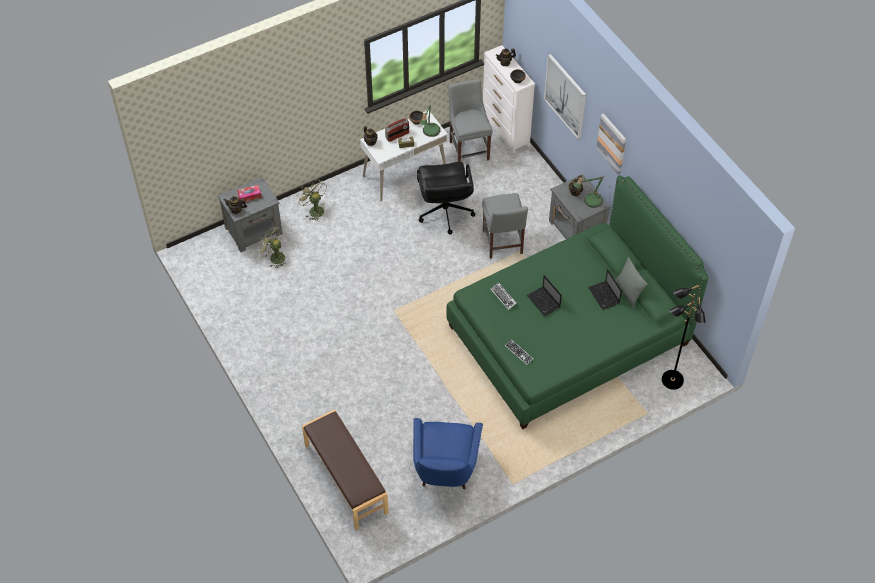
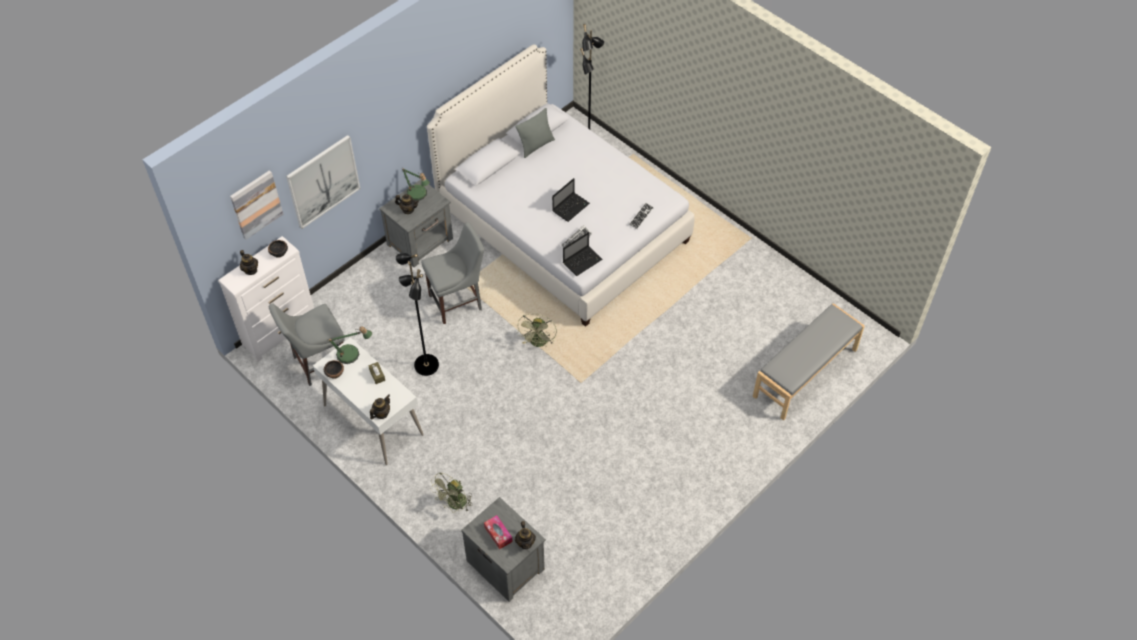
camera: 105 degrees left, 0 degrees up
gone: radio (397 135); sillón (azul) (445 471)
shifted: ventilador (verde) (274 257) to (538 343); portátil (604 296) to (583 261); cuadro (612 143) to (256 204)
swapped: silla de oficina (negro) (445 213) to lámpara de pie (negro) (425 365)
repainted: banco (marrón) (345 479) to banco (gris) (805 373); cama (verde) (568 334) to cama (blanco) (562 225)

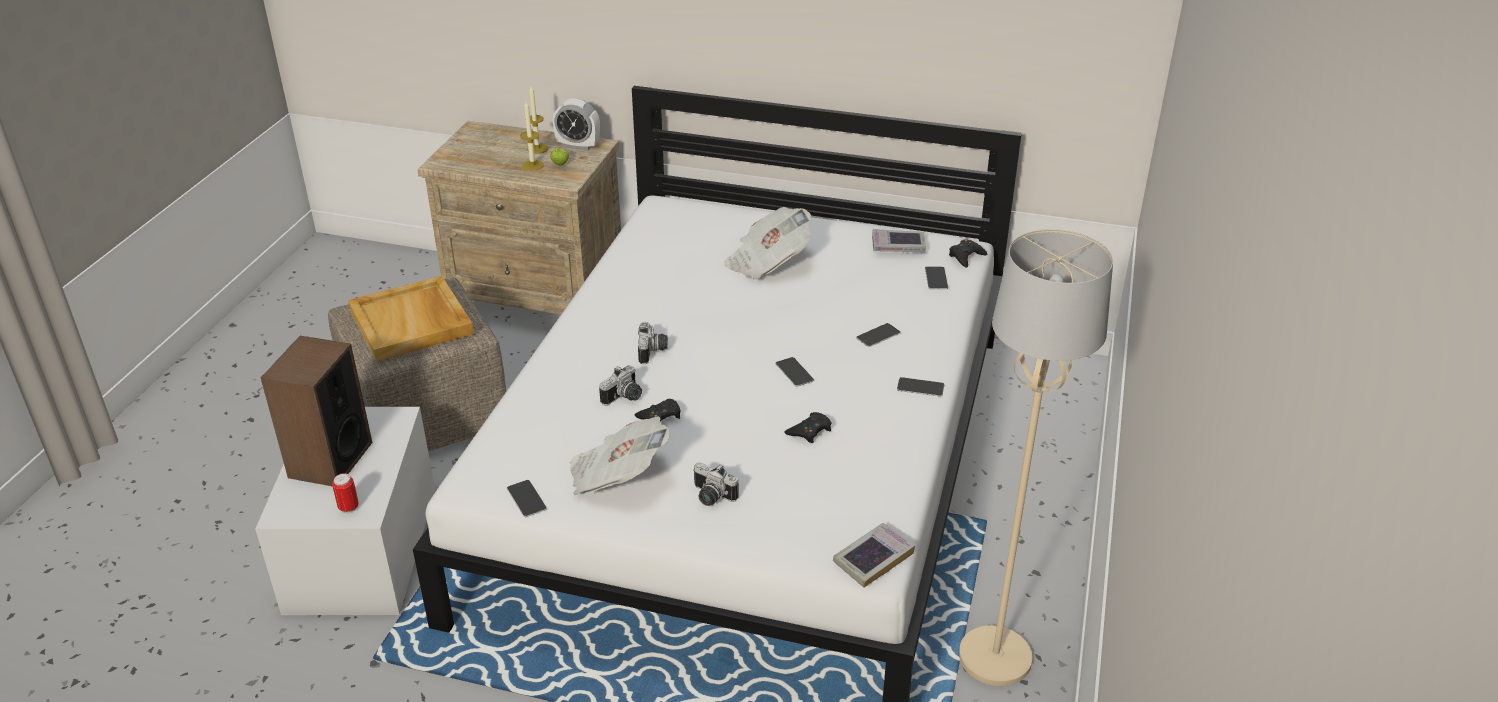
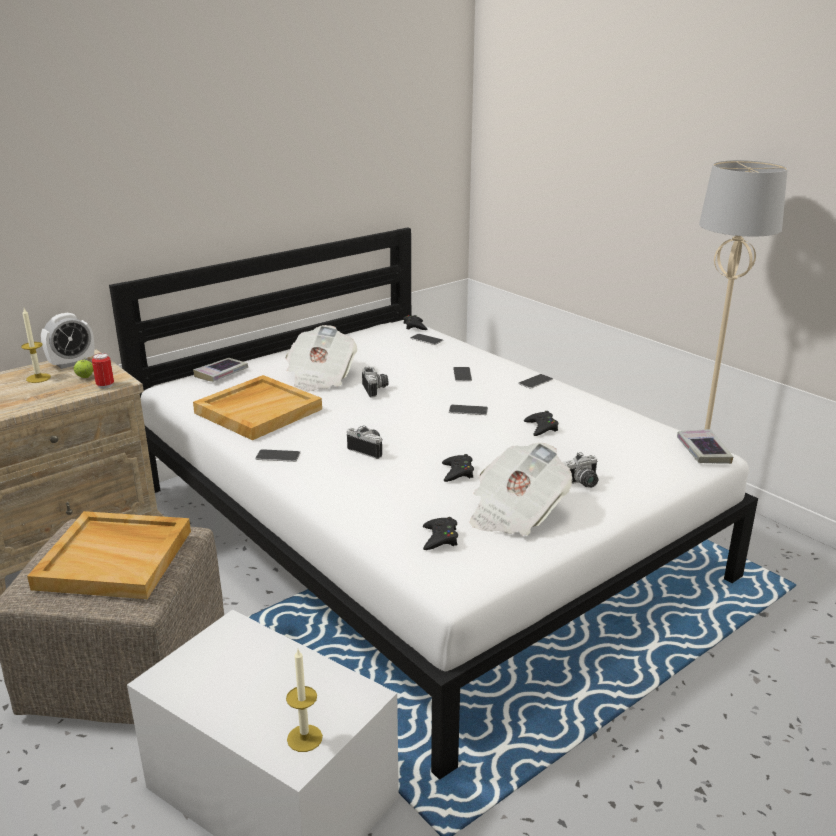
camera: 55 degrees left, 10 degrees down
gone: altavoz (330 460)
new: bandeja (beis) (258 410); mando de consola (negro) (440 538)
shifted: lata (348 508) to (105 386); móvil (526 498) to (278 456); vela (532 165) to (304 738); cámara (624 397) to (376 389); libro (898 246) to (221 373)

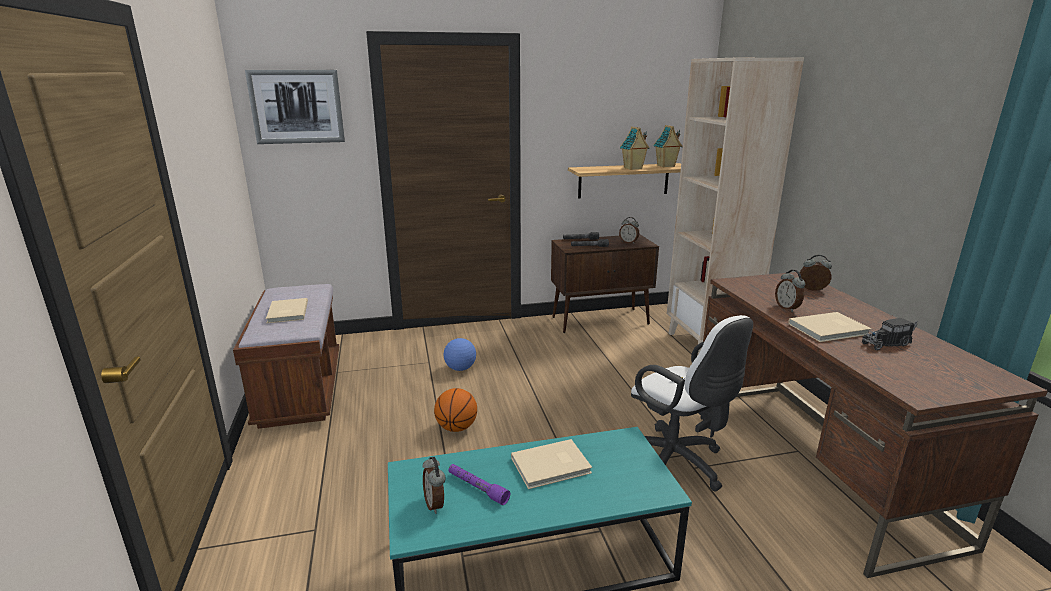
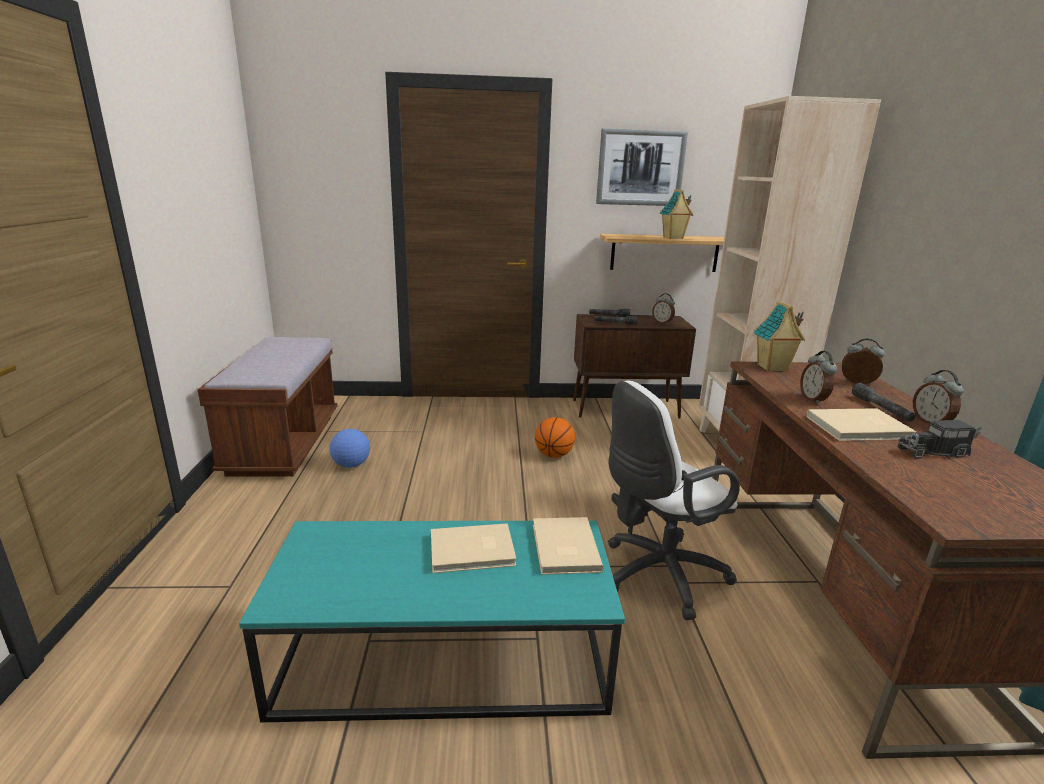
camera: 10 degrees right, 0 degrees up
gone: linterna (morado) (477 488)
new: linterna (gris) (881 409)
shifted: cuadro (297 107) to (640 168); libro (beis) (286 312) to (563 548); despertador (435 504) to (931 422); balón de baloncesto (456 427) to (554 455); balón de fútbol (460 368) to (351 465); casita (666 166) to (772 368)
rotated: silla de oficina (blanco) (676 465) = (656 576) 90 degrees clockwise

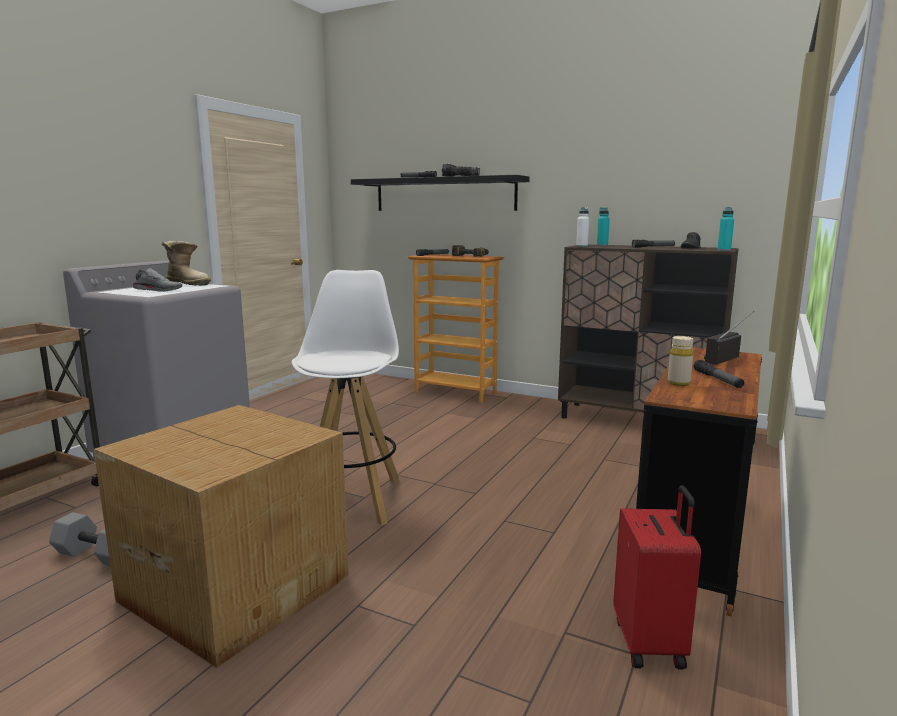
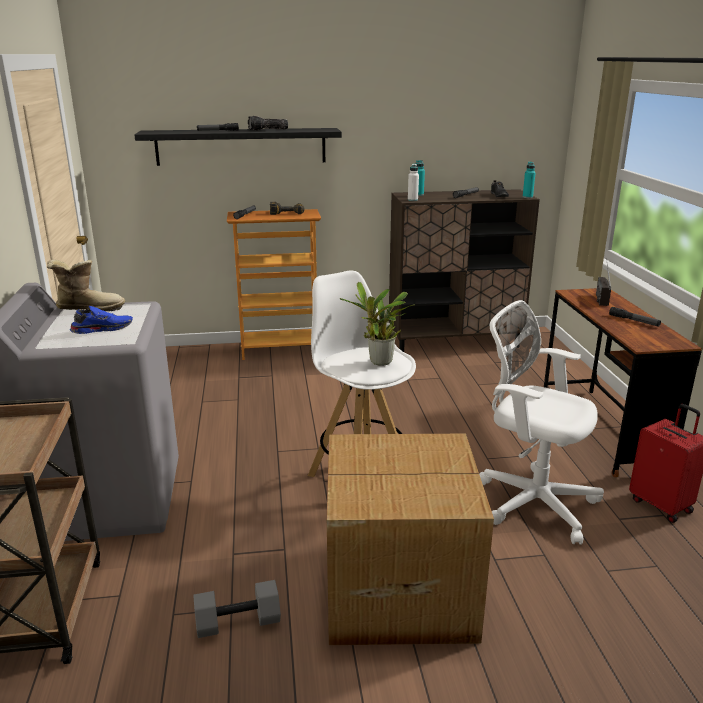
camera: 35 degrees left, 10 degrees up
gone: botella (beis) (678 383)
new: planta en maceta (379 363); silla de oficina (blanco) (531 501)
repainted: zapato (gris) (159 290) to zapato (azul) (102 329)

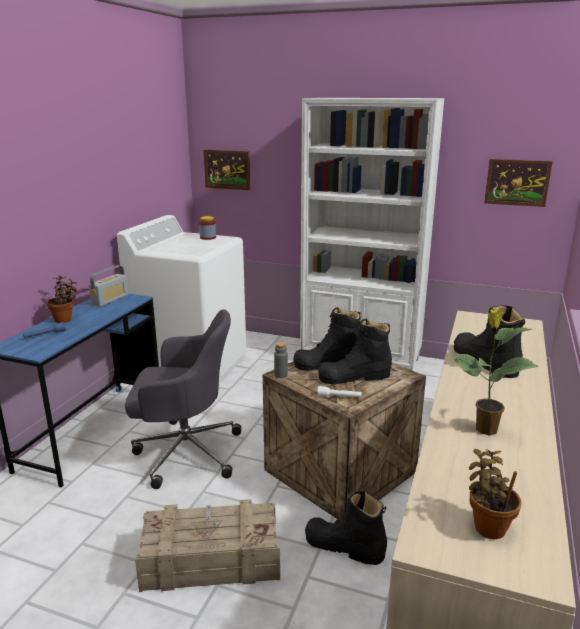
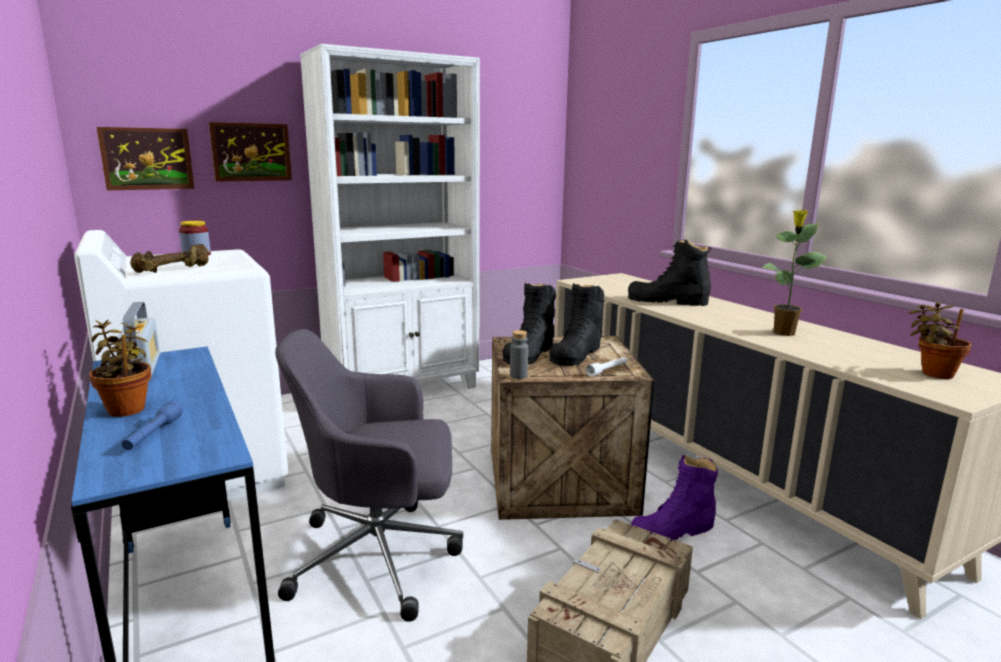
camera: 50 degrees left, 5 degrees down
new: mancuerna (marrón) (173 270)
shifted: cuadro (517 182) to (251 152)
repainted: bota (negro) (344 546) to bota (morado) (673 531)
rotated: silla de oficina (gris) (185 452) = (380 556) 135 degrees counterclockwise

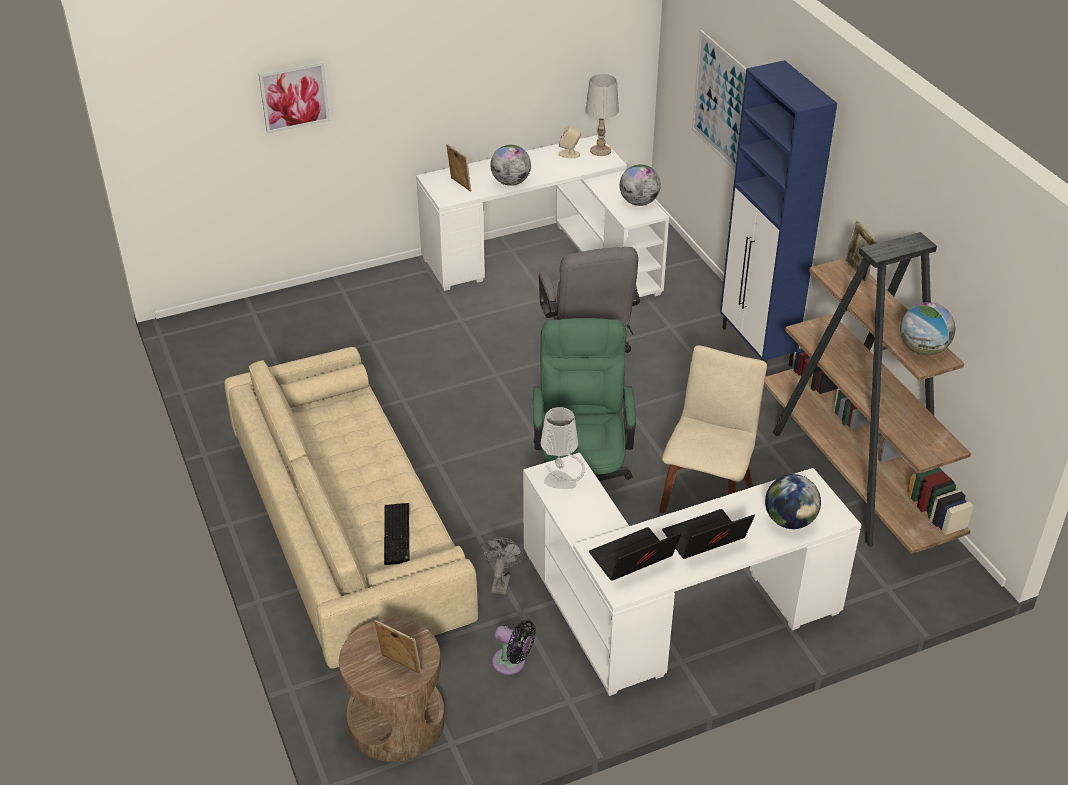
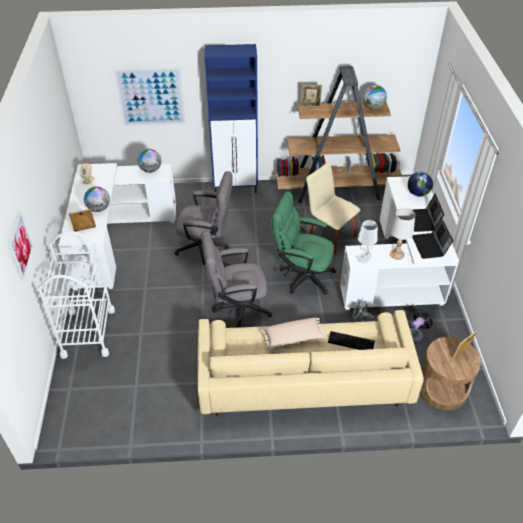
camera: 70 degrees left, 5 degrees up
new: carrito (blanco) (88 333); silla de oficina (gris) (236 308); cojín (beis) (293 338)
shifted: lámpara de mesa (blanco) (600 150) to (397 254)

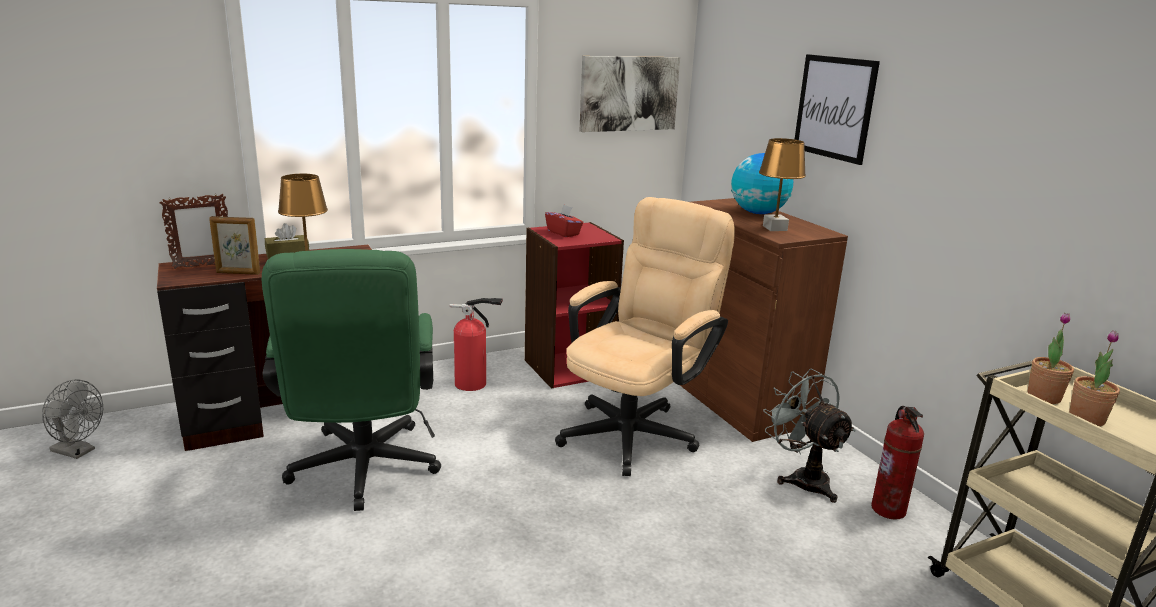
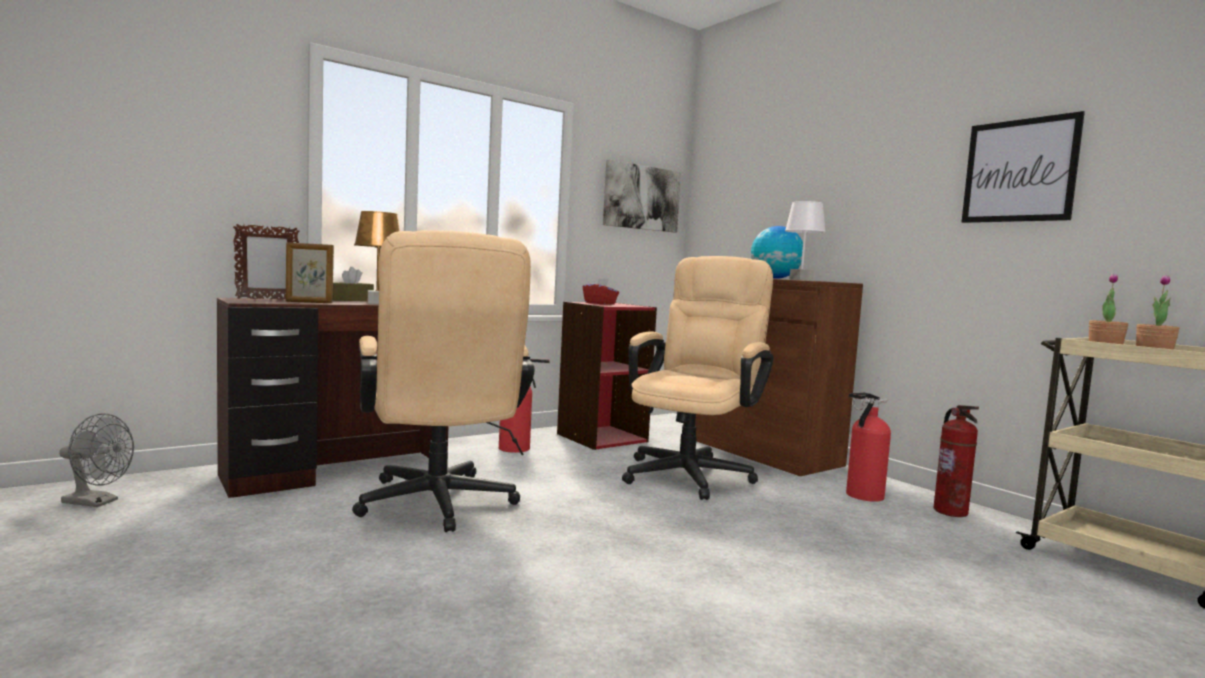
camera: 10 degrees left, 15 degrees down
shifted: cuadro (834 107) to (1019 171)
swapped: ventilador (gris) (803 478) to extintor (862 496)
repainted: silla de oficina (verde) (363 473) to silla de oficina (beis) (438 507); lámpara de mesa (marrón) (775 228) to lámpara de mesa (blanco) (801 279)

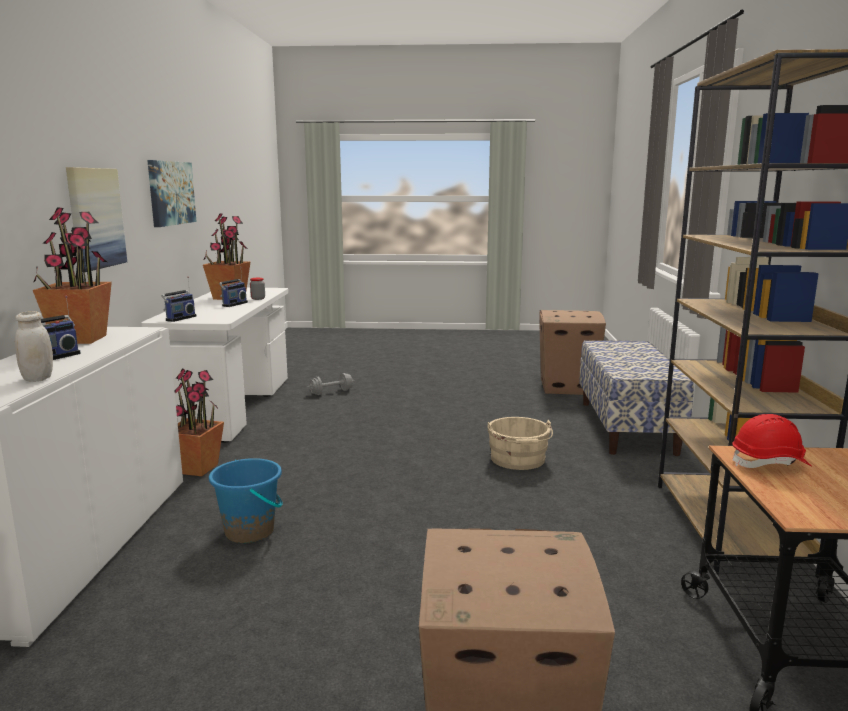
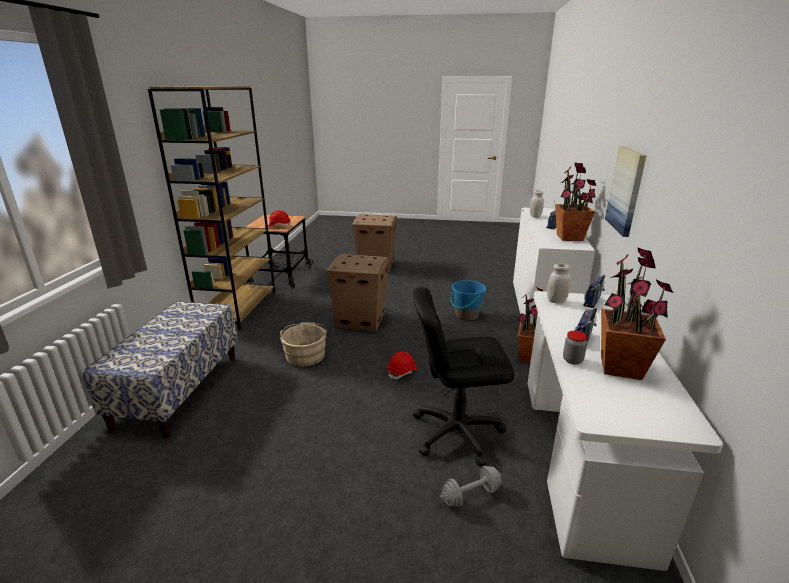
camera: 175 degrees left, 10 degrees up
gone: cuadro (171 193)
new: casco (rojo) (402 372); silla de oficina (negro) (456 432); tarro (blanco) (556 301)
shifted: caja de cartón (566 387) to (361 320)

